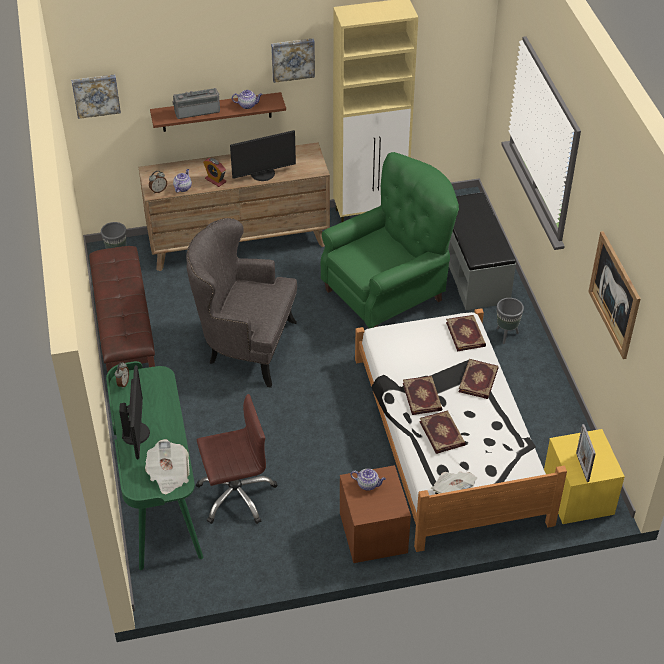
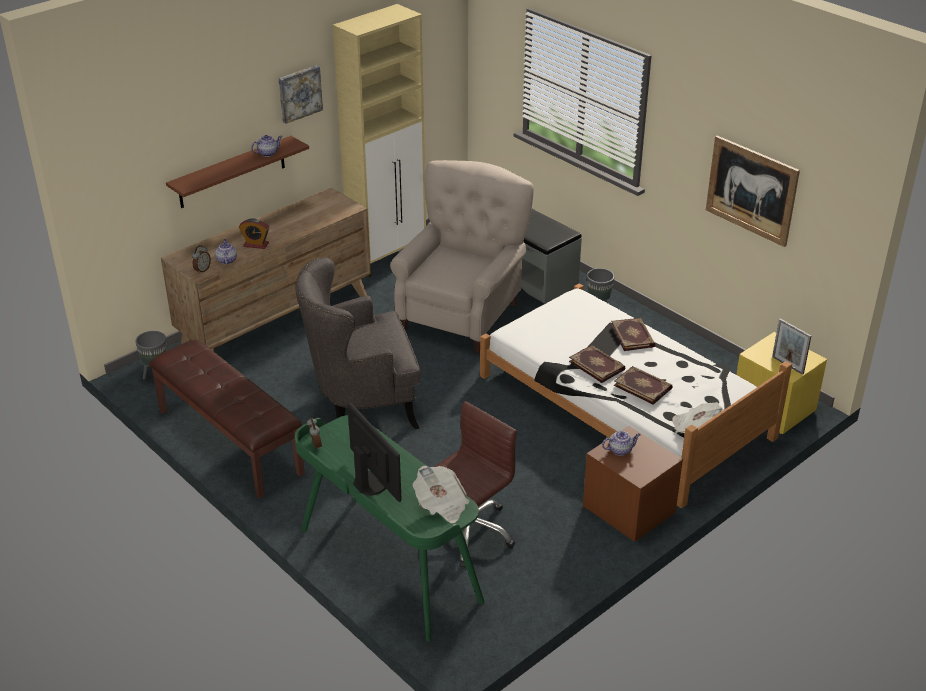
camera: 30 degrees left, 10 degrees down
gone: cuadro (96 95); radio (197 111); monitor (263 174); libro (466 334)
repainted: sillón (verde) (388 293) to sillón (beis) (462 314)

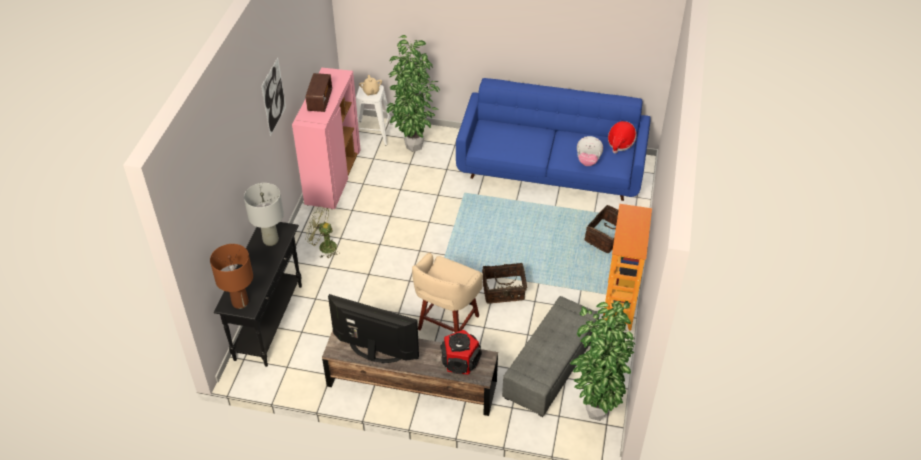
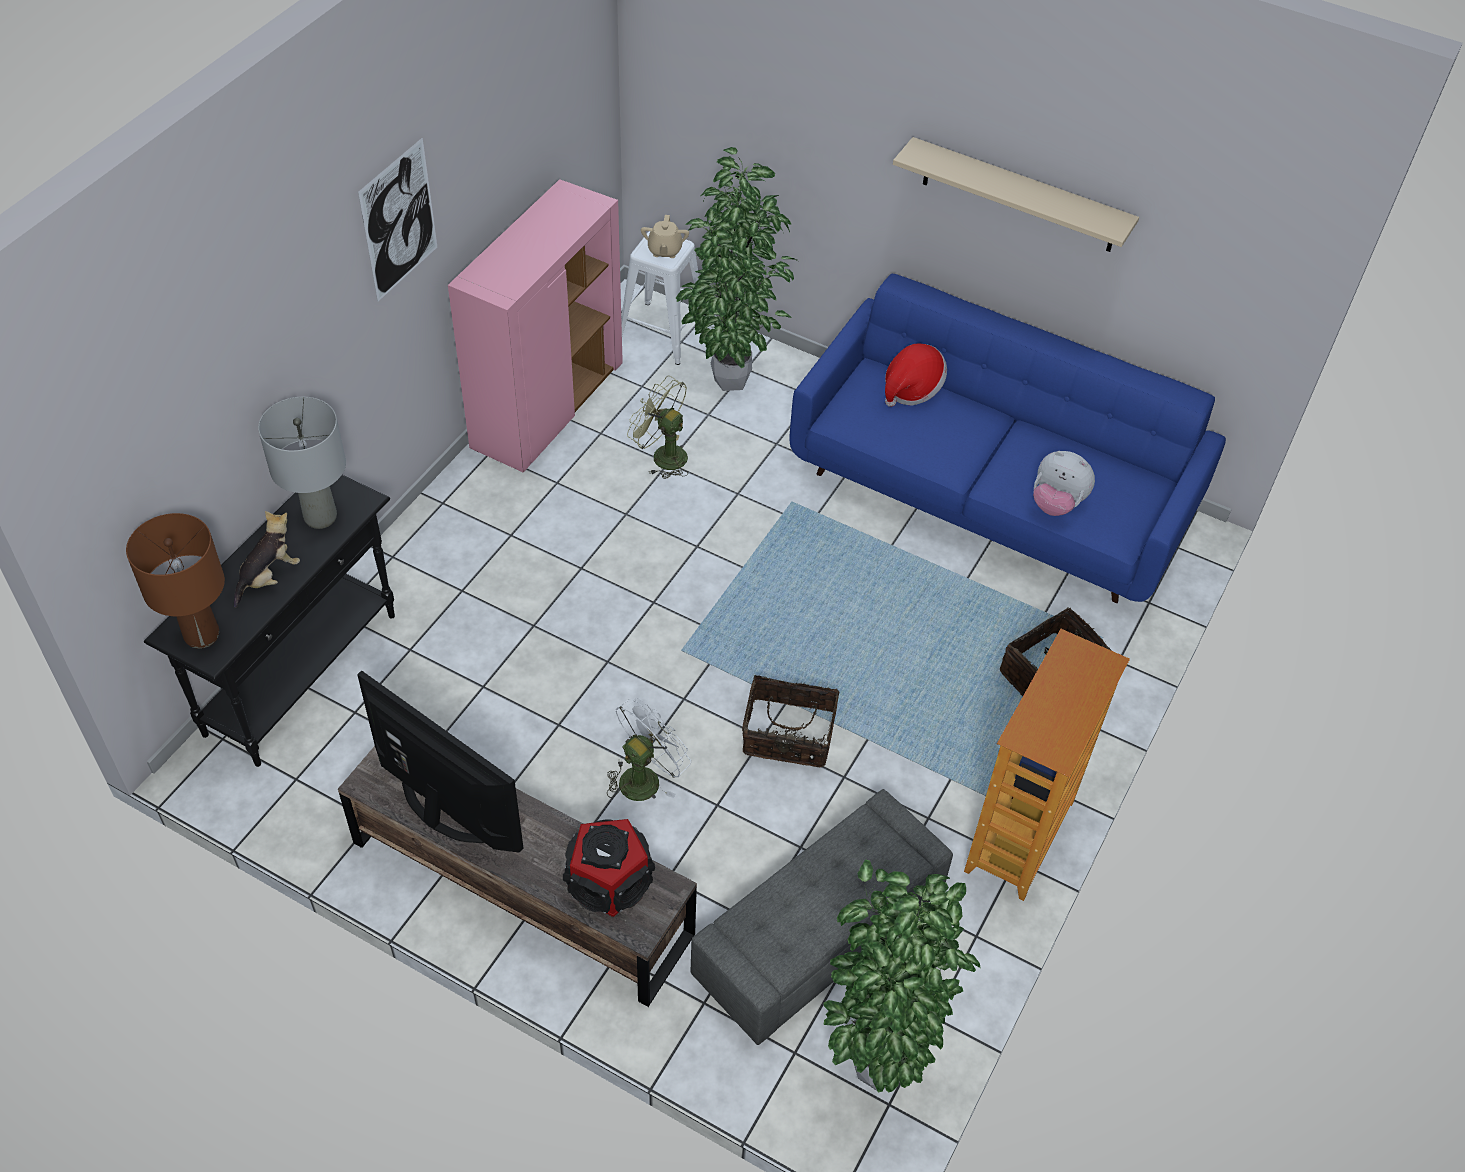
camera: 15 degrees right, 5 degrees up
gone: radio (320 101)
new: peluche (269 577); estante (beis) (1019 196)
shifted: ventilador (verde) (323 247) to (662 455); sombrero (620 143) to (911 389)
swapped: taburete (beis) (447 324) to ventilador (blanco) (645 777)

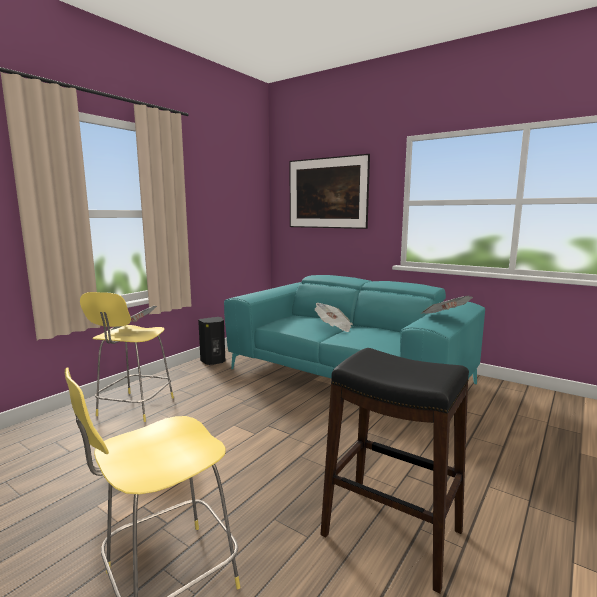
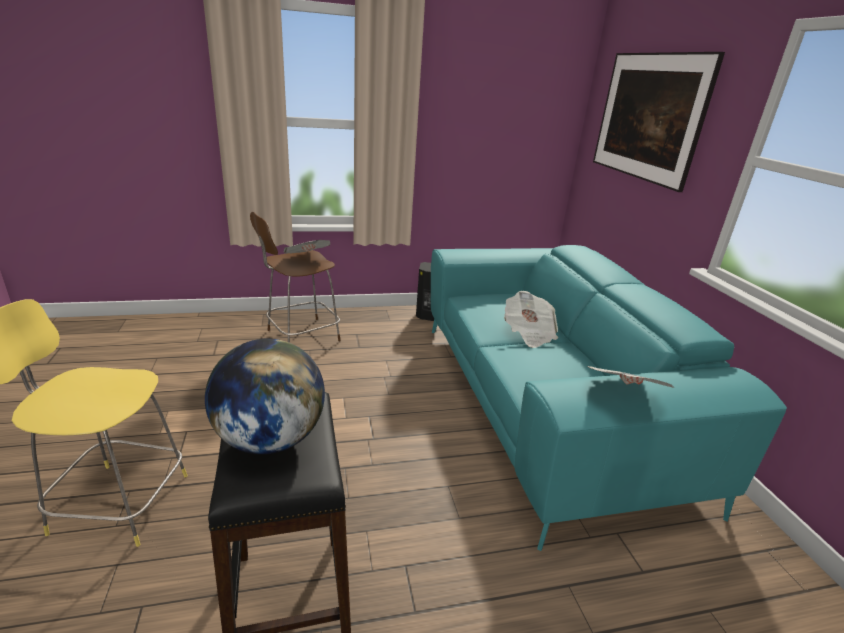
camera: 40 degrees right, 15 degrees up
new: globo terráqueo (270 439)
repainted: taburete (amarillo) (134 407) to taburete (marrón) (300 336)

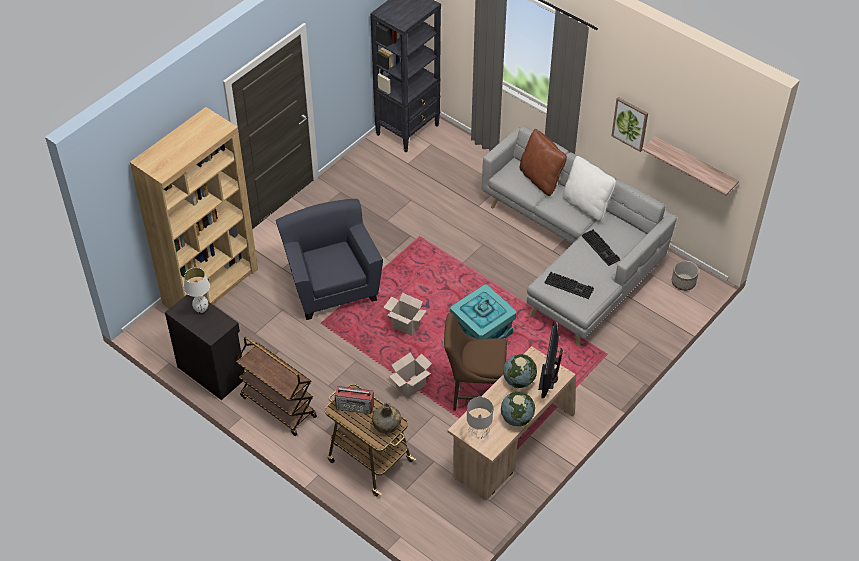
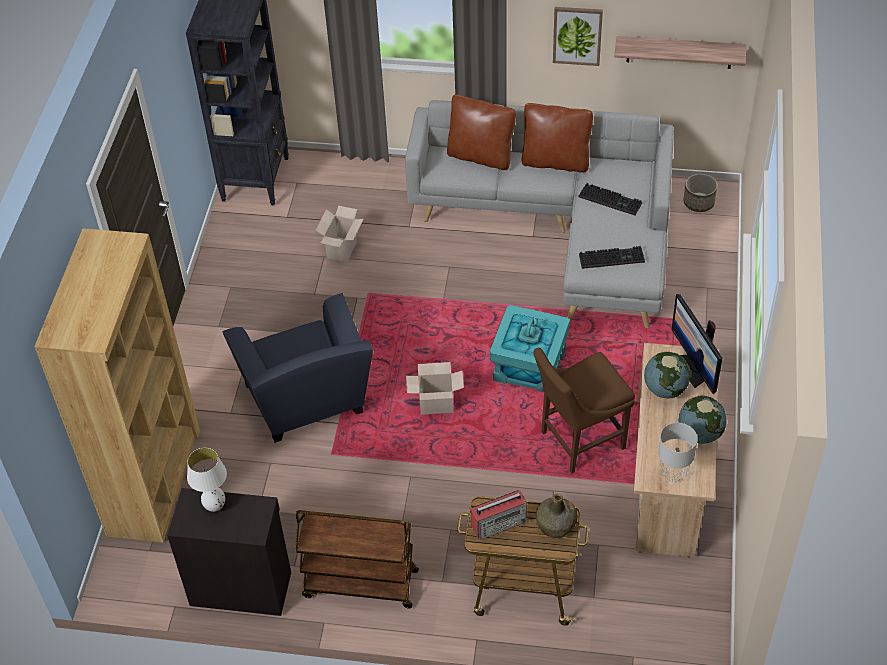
camera: 30 degrees left, 0 degrees up
shifted: caja de cartón (410 387) to (342 251)
repainted: cojín (blanco) (586 206) to cojín (marrón) (555 162)
rotated: sillón (azul) (331 285) = (308 402) 150 degrees counterclockwise

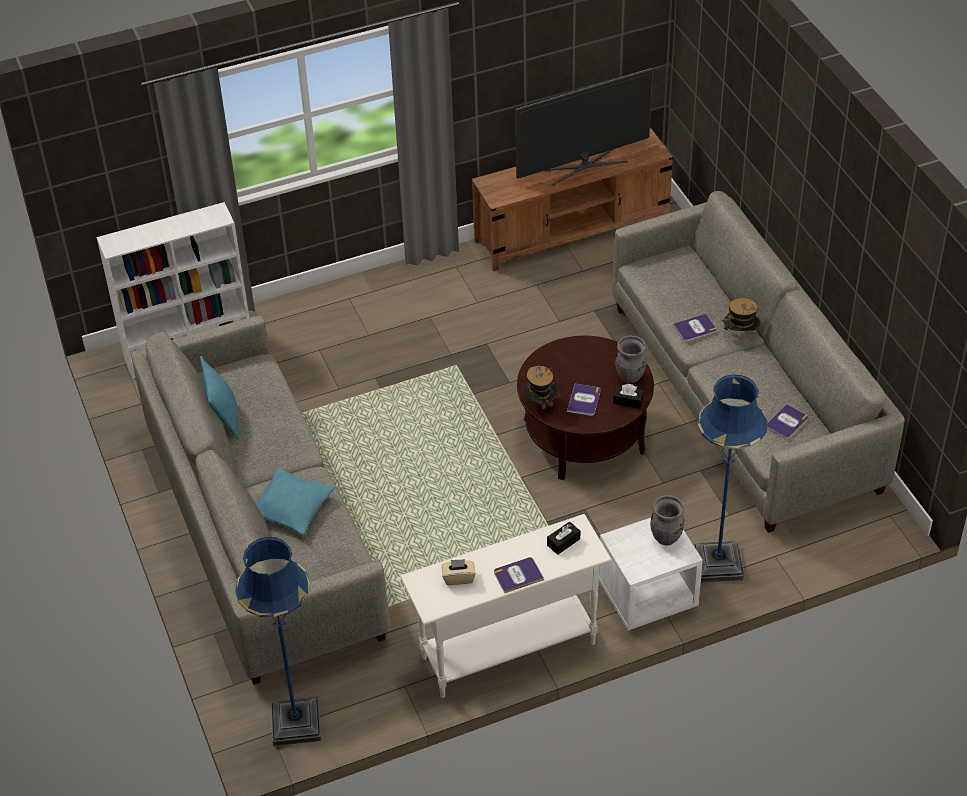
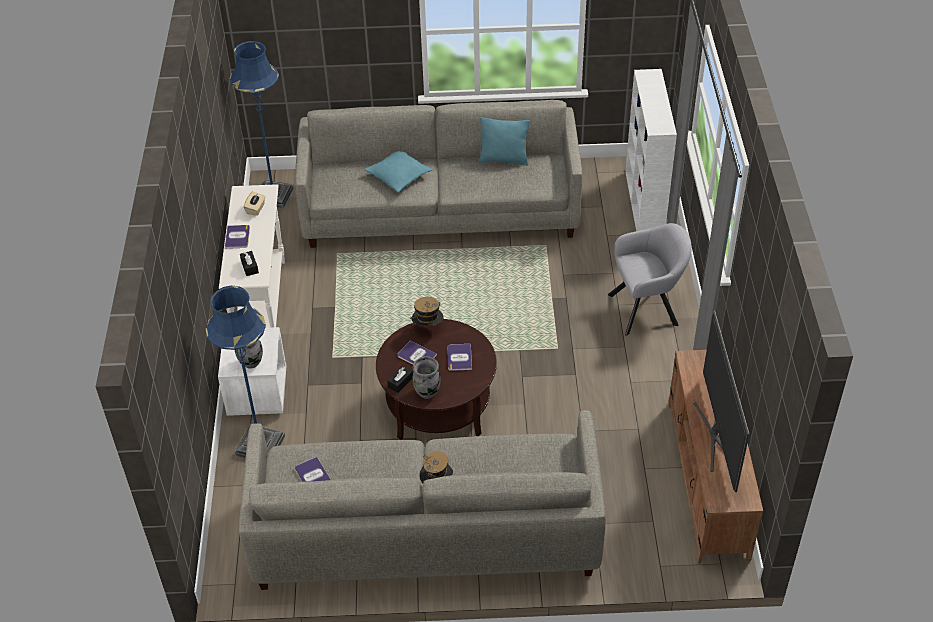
camera: 110 degrees right, 0 degrees up
new: sillón (gris) (647 309)
shifted: libro (695 328) to (459 357)

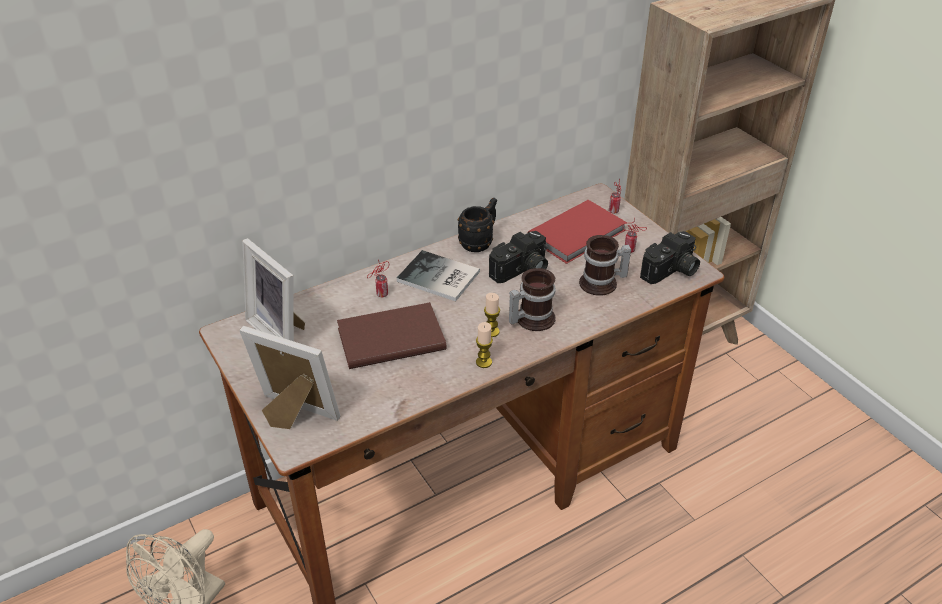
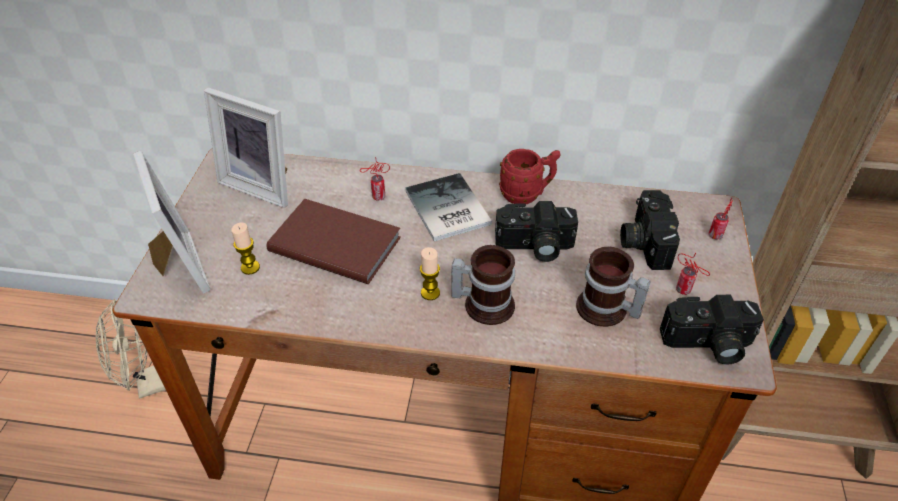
camera: 40 degrees right, 5 degrees up
shifted: vela (484 362) to (250 267)
swapped: libro (rojo) (579 234) to cámara (643 241)
repainted: taza grande (negro) (479 242) to taza grande (rojo) (527 194)
rotated: portarretratos (281 332) = (262 185) 60 degrees counterclockwise

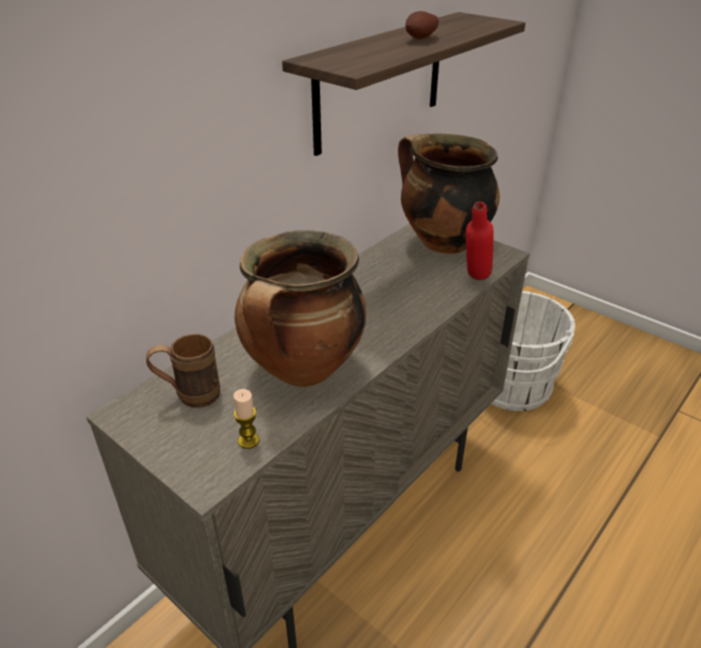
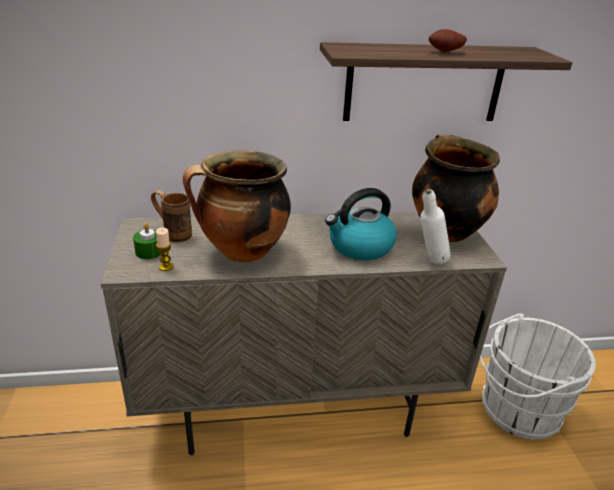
camera: 40 degrees right, 5 degrees down
new: vela (verde) (149 251); hervidor (360 247)
repainted: botella (rojo) (474 281) to botella (blanco) (429 262)

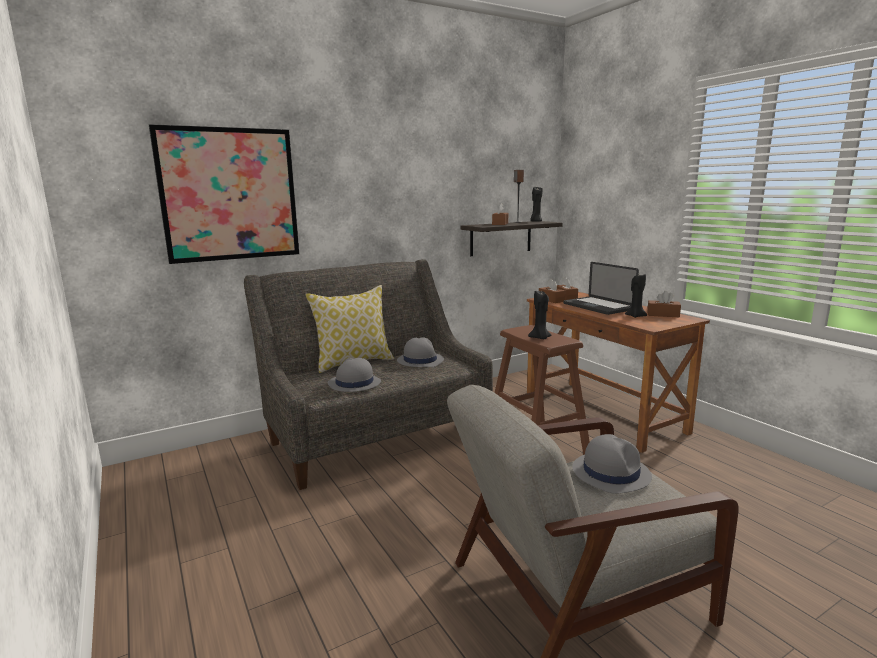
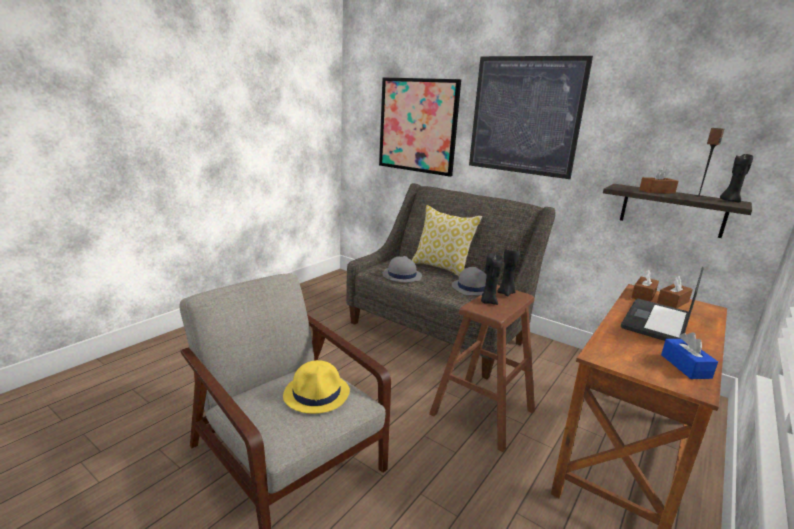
camera: 65 degrees right, 5 degrees up
new: cuadro (525 116)
shifted: vela (negro) (635 316) to (506 293)
repainted: sombrero (gris) (611 472) to sombrero (amarillo) (317 393); caja de pañuelos (marrón) (663 314) to caja de pañuelos (azul) (685 366)

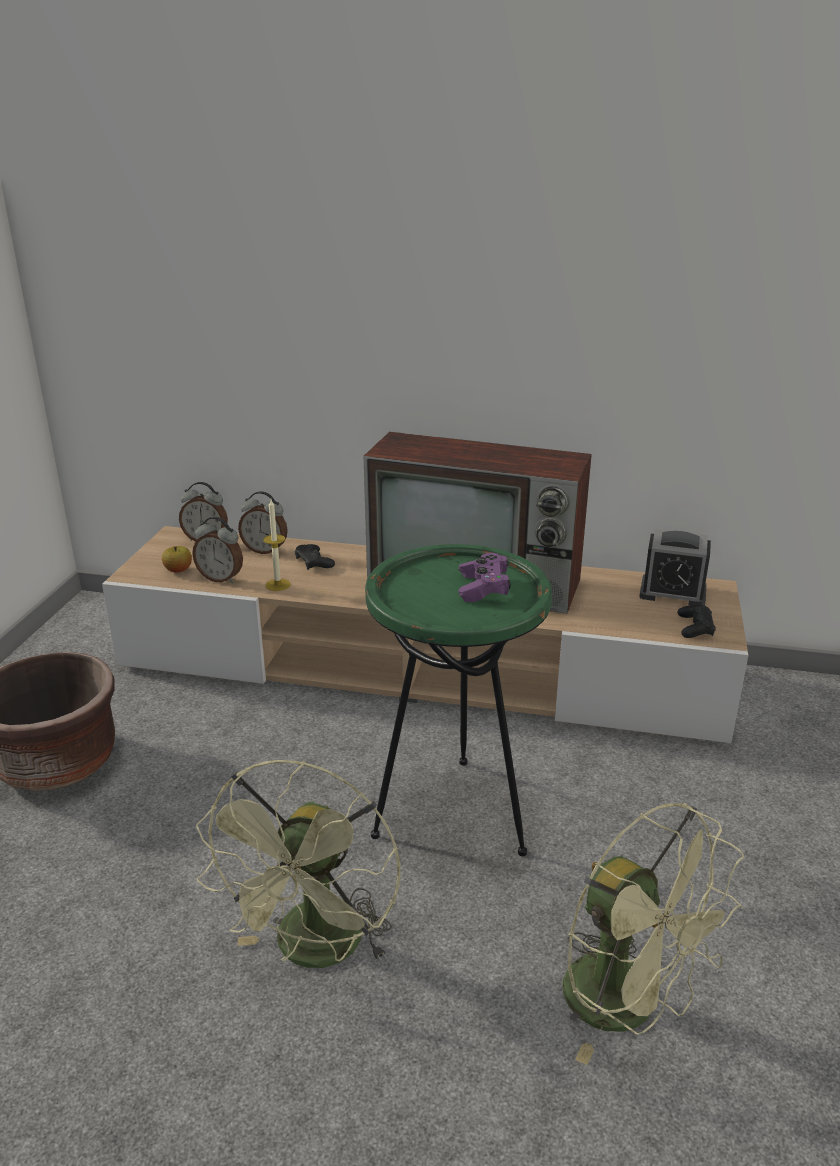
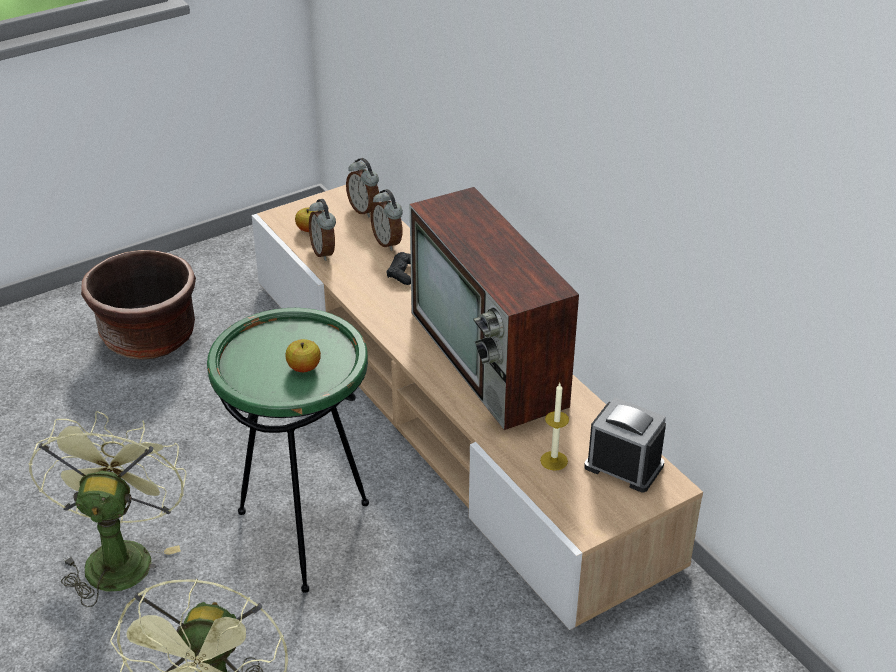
camera: 45 degrees right, 10 degrees up
gone: mando de consola (negro) (695 627)
shifted: vela (278 585) to (554 460)
swapped: mando de consola (morado) (483 588) to manzana (304 368)
rotated: ventilador (verde) (315 952) = (118 554) 120 degrees clockwise; despertador (672 592) = (624 466) 150 degrees clockwise

